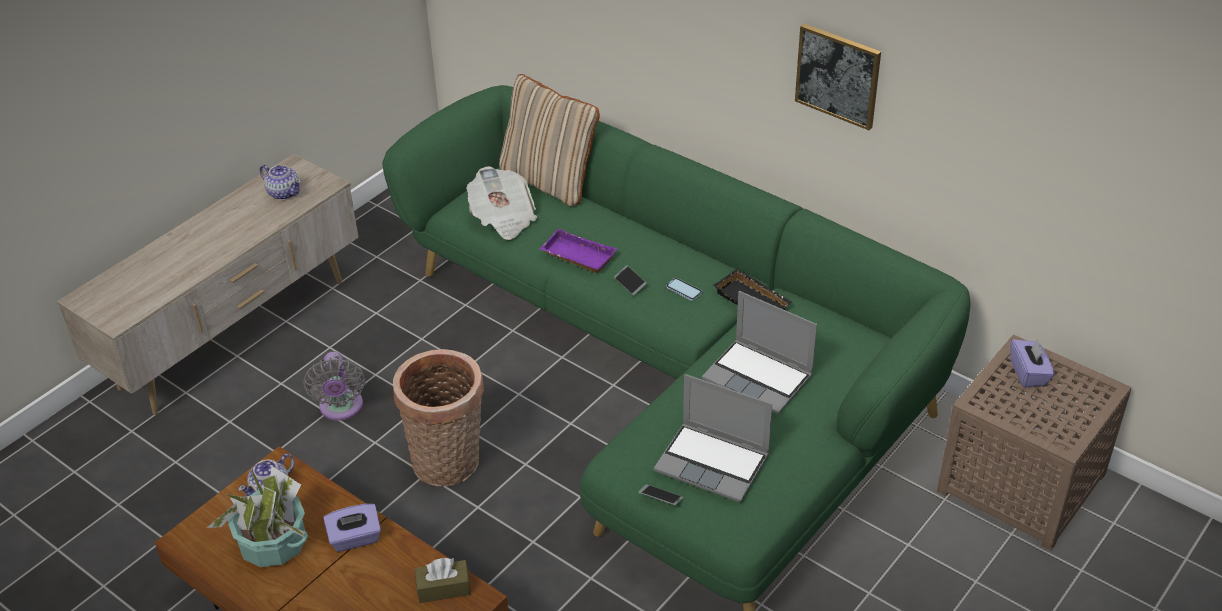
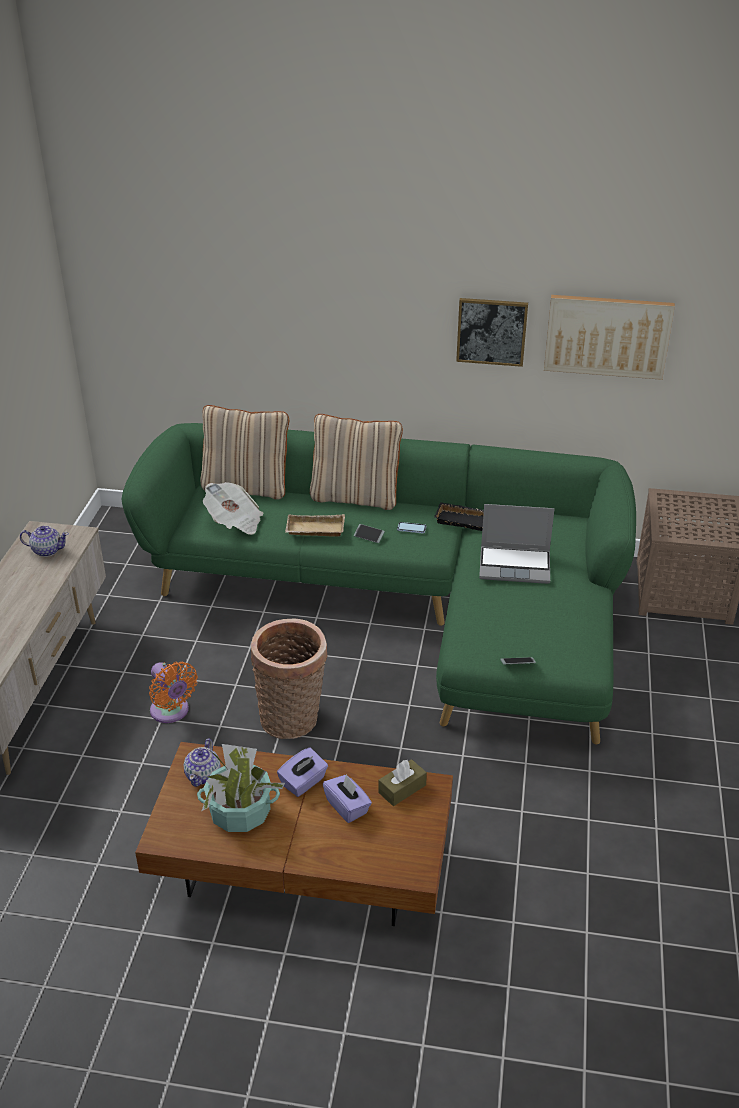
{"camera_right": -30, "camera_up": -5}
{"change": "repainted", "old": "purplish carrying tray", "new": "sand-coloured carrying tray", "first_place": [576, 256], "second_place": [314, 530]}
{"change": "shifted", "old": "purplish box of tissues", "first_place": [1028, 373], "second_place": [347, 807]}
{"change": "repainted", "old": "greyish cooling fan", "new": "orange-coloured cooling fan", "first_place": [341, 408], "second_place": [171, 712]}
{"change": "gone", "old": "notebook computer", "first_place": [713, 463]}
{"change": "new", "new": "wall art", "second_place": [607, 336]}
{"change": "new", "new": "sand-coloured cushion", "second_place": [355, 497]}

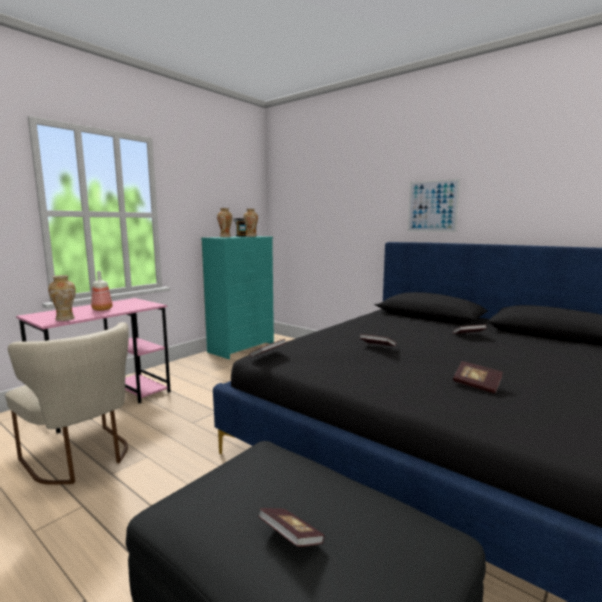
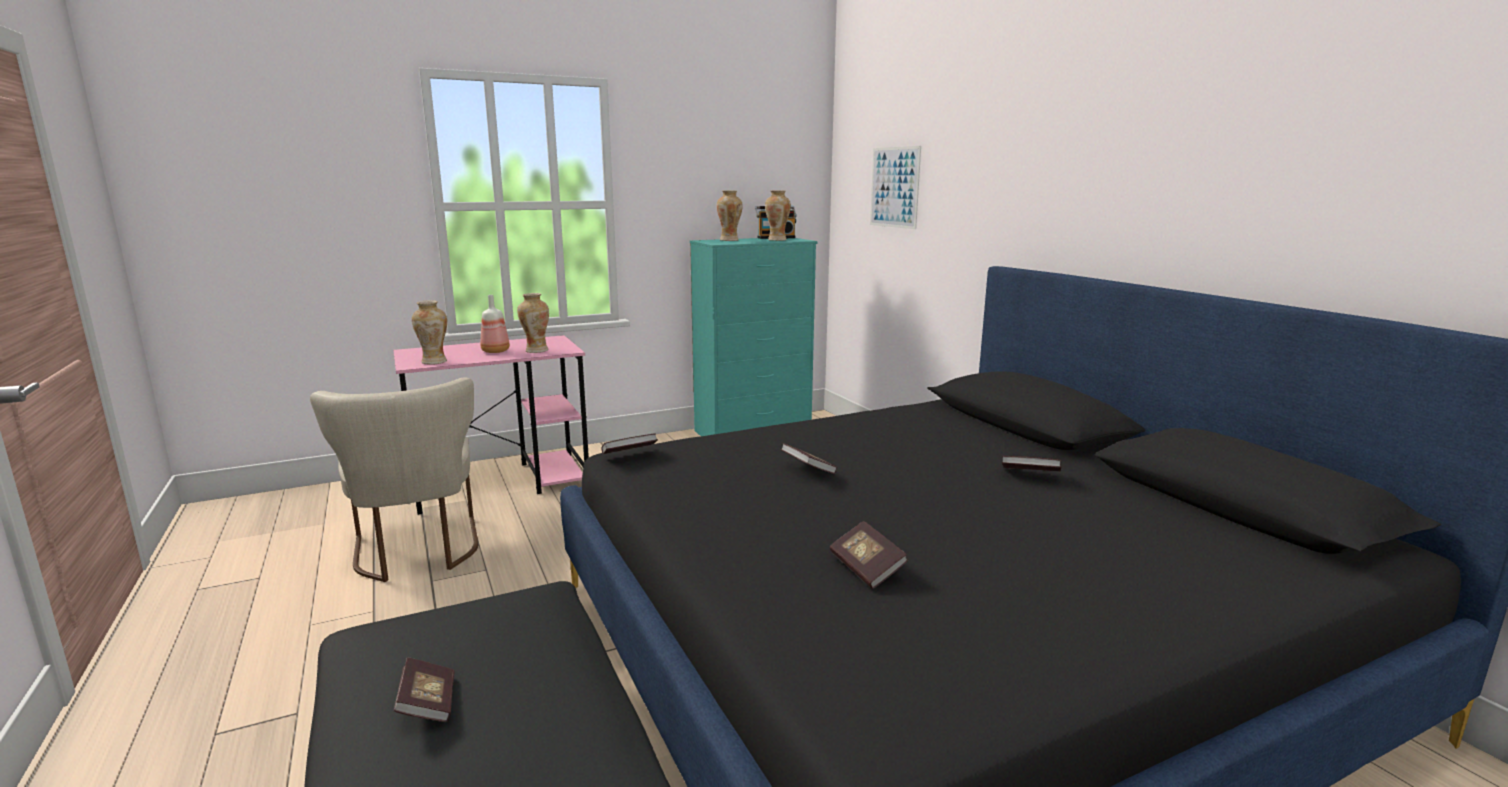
{"camera_right": 25, "camera_up": 5}
{"change": "shifted", "old": "wall art", "first_place": [432, 206], "second_place": [894, 187]}
{"change": "new", "new": "decorative vase", "second_place": [536, 350]}

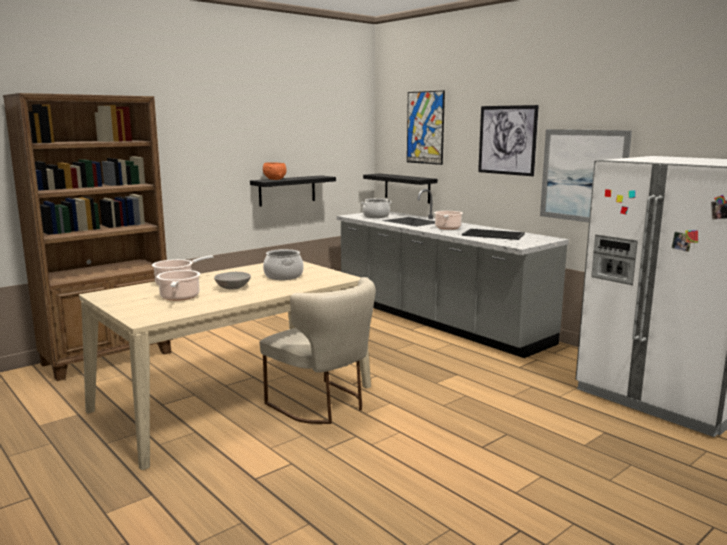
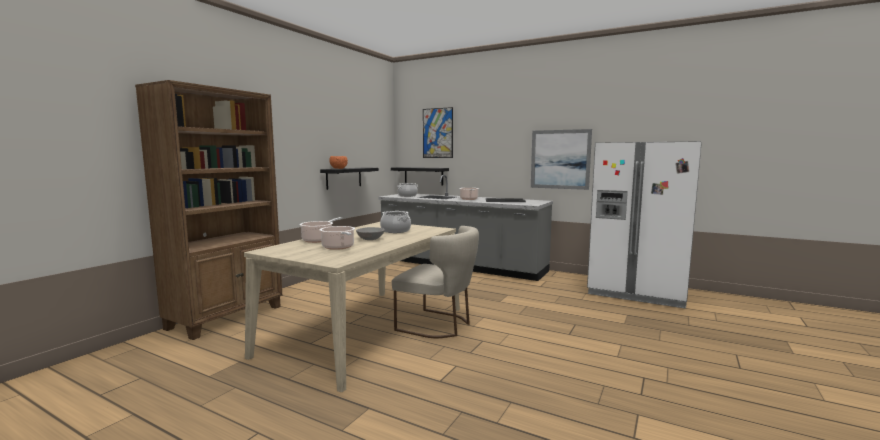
{"camera_right": -20, "camera_up": -5}
{"change": "gone", "old": "wall art", "first_place": [507, 140]}

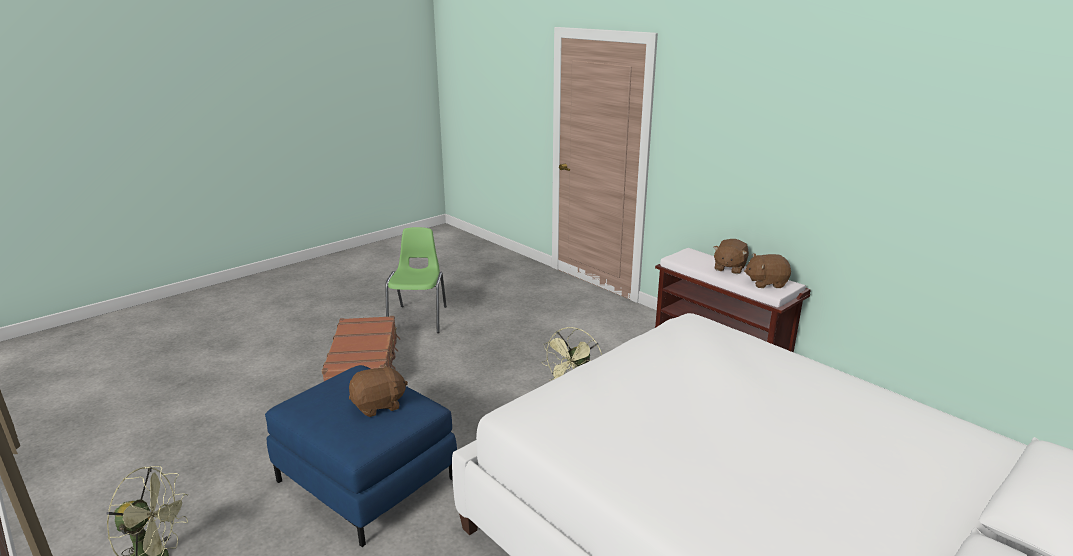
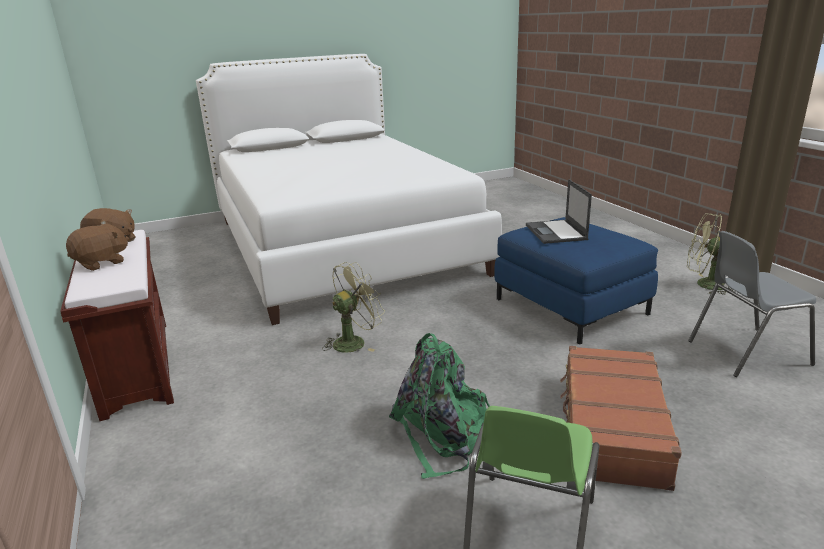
{"camera_right": -160, "camera_up": 0}
{"change": "swapped", "old": "brownish cuddly toy", "new": "notebook computer", "first_place": [379, 405], "second_place": [556, 232]}
{"change": "new", "new": "greyish plain chair", "second_place": [745, 352]}
{"change": "new", "new": "green-coloured knapsack", "second_place": [441, 434]}

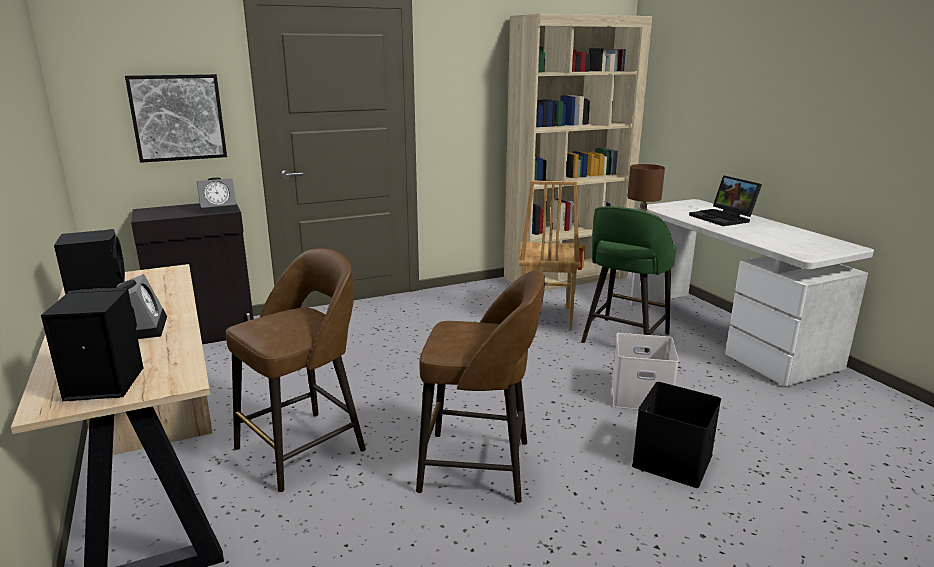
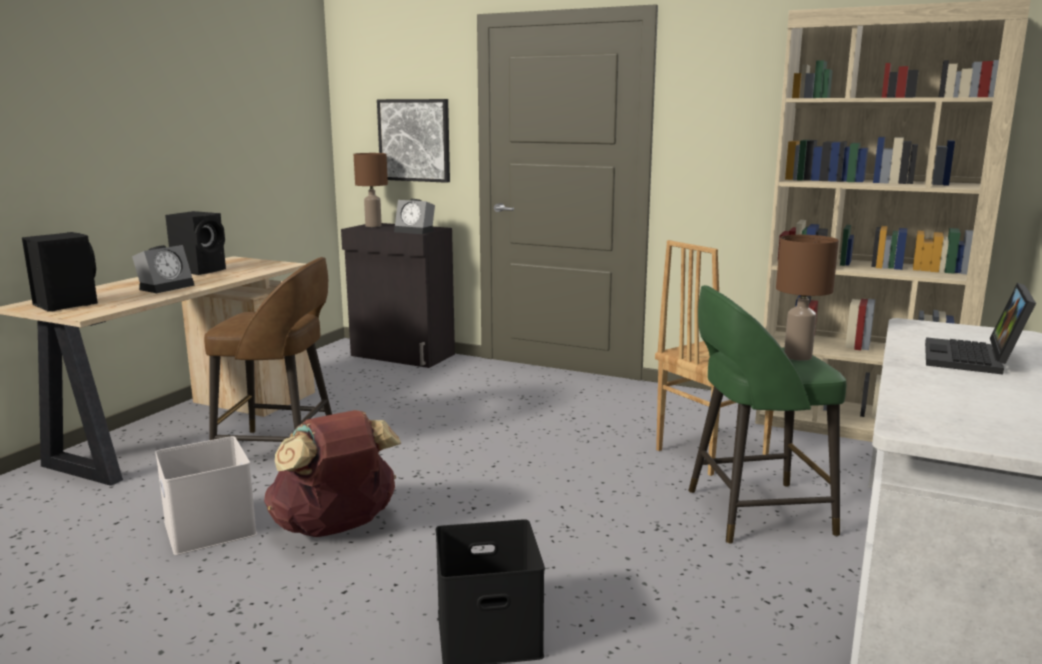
{"camera_right": 50, "camera_up": -5}
{"change": "swapped", "old": "brownish stool seat", "new": "brownish knapsack", "first_place": [479, 467], "second_place": [336, 528]}
{"change": "shifted", "old": "white-coloured storage container", "first_place": [639, 396], "second_place": [207, 527]}
{"change": "new", "new": "brownish tabletop lamp", "second_place": [373, 226]}

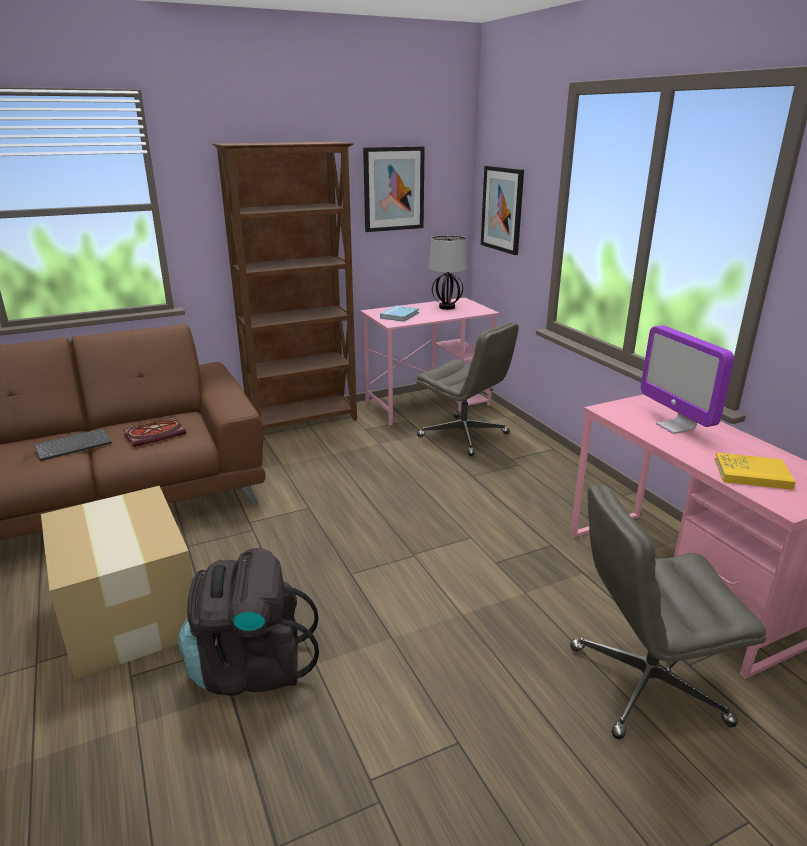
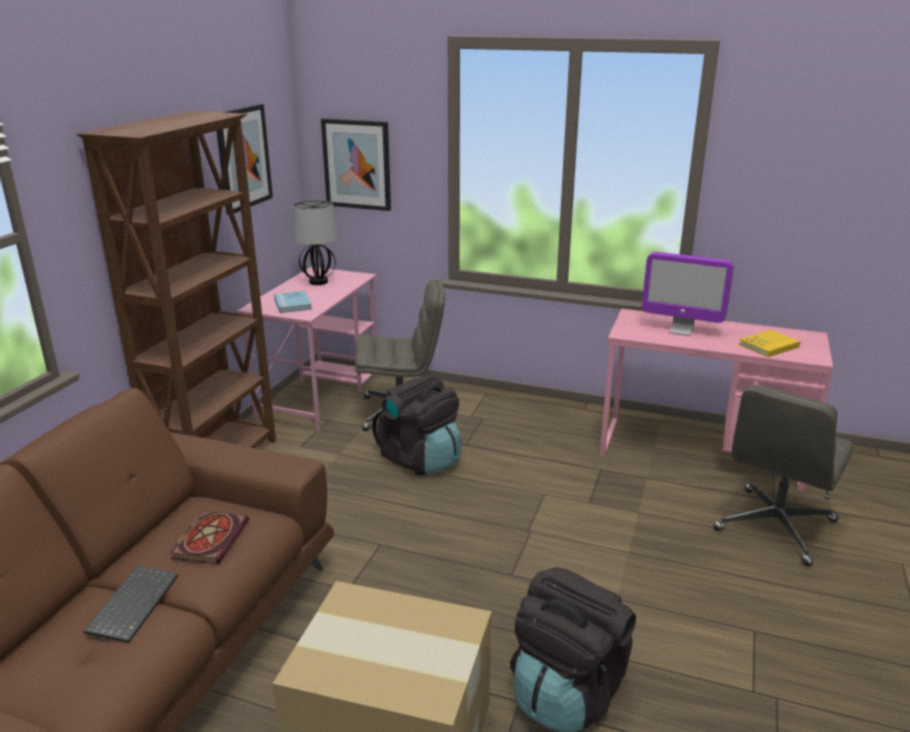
{"camera_right": -45, "camera_up": 0}
{"change": "new", "new": "black knapsack", "second_place": [420, 459]}

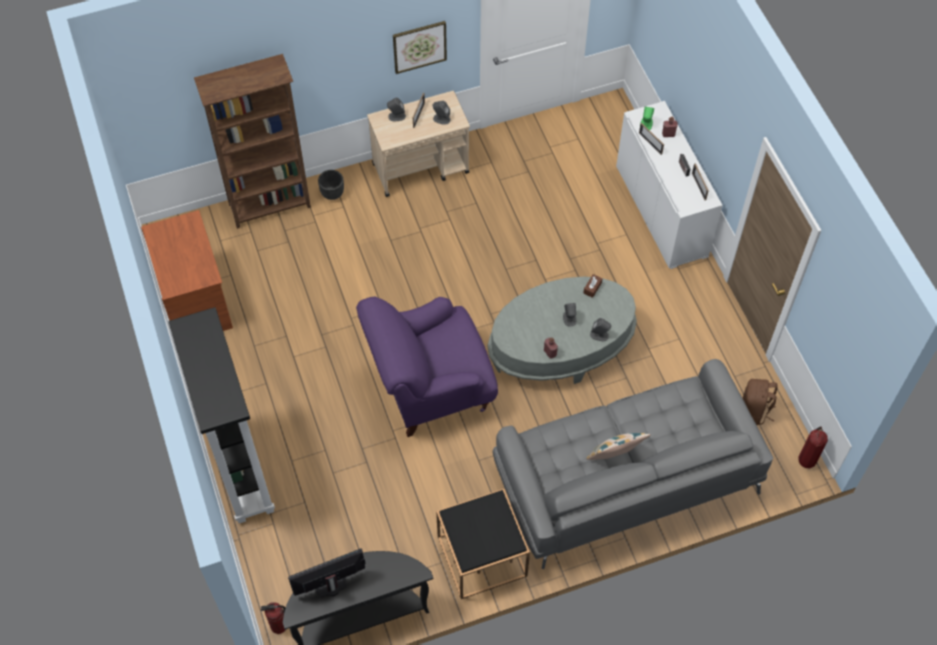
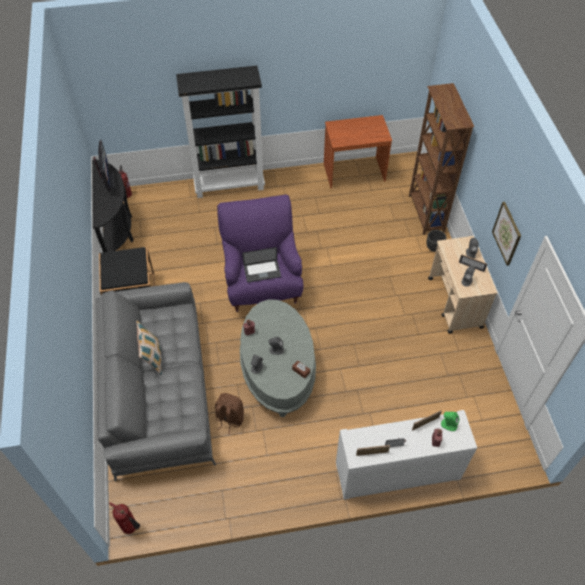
{"camera_right": 100, "camera_up": -5}
{"change": "shifted", "old": "brownish knapsack", "first_place": [754, 411], "second_place": [229, 419]}
{"change": "new", "new": "notebook computer", "second_place": [262, 271]}

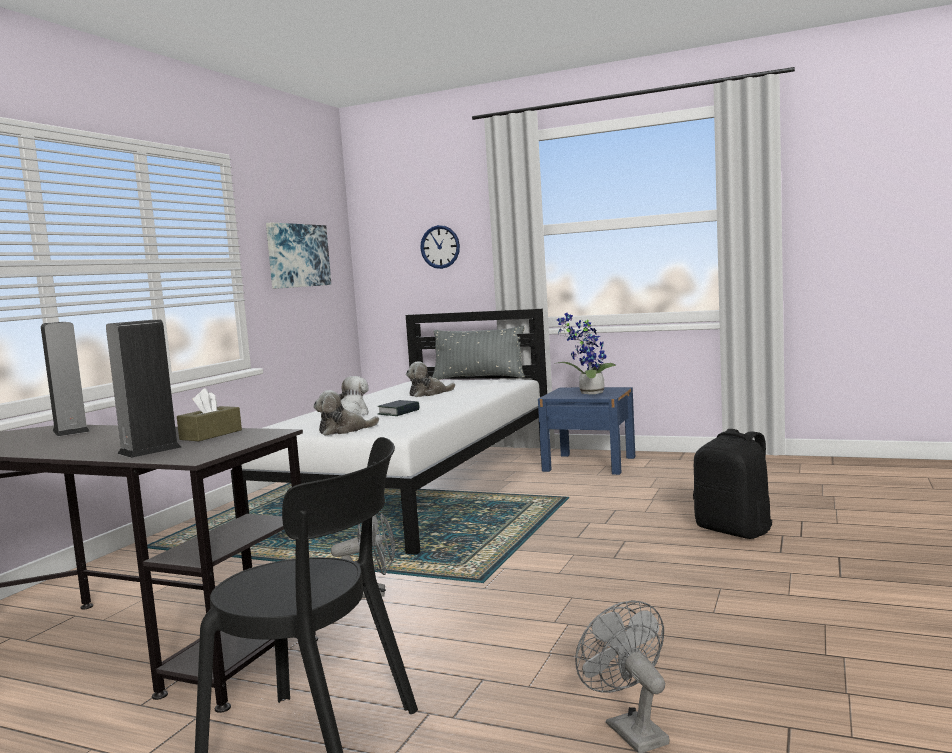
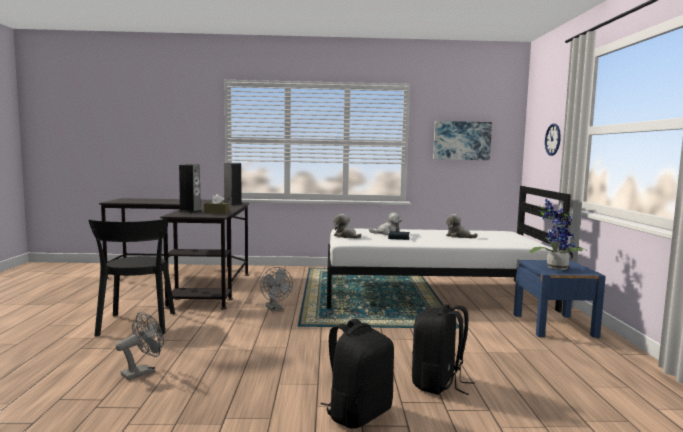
{"camera_right": 65, "camera_up": 0}
{"change": "gone", "old": "greyish cushion", "first_place": [479, 378]}
{"change": "new", "new": "black knapsack", "second_place": [358, 413]}

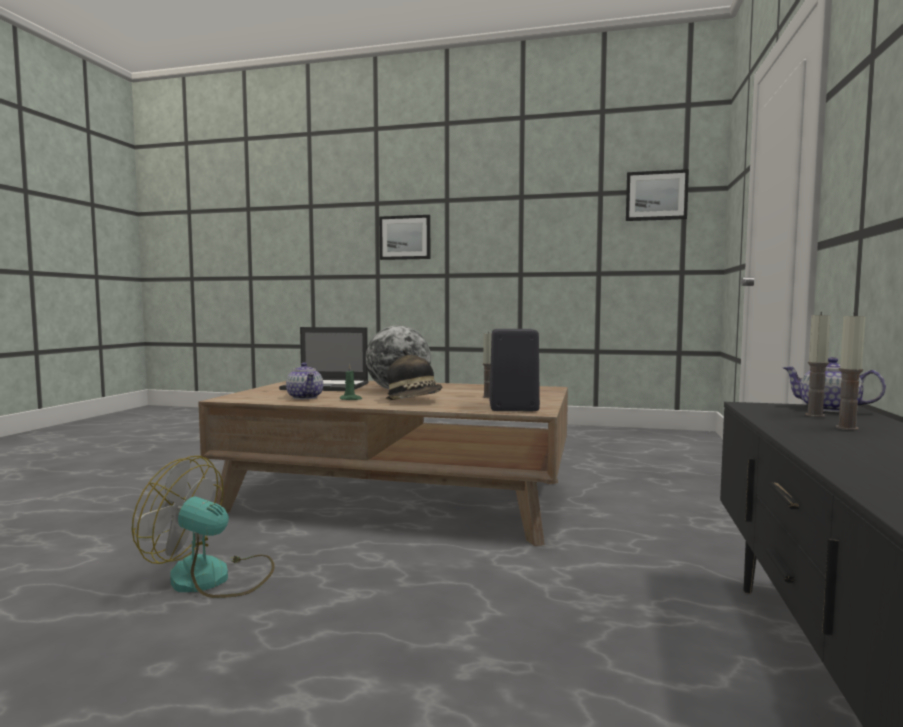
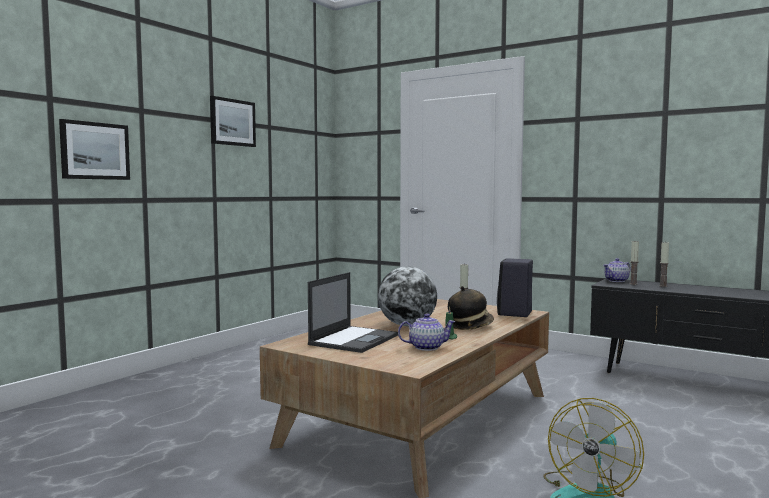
{"camera_right": -70, "camera_up": 0}
{"change": "shifted", "old": "wall art", "first_place": [656, 196], "second_place": [232, 122]}

